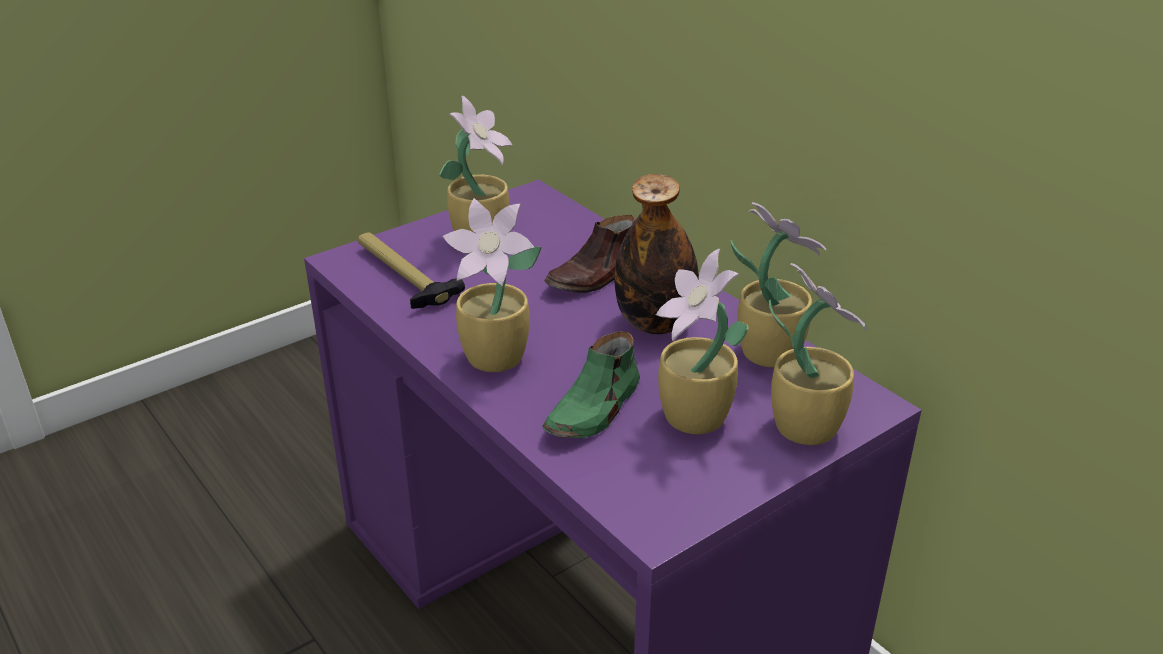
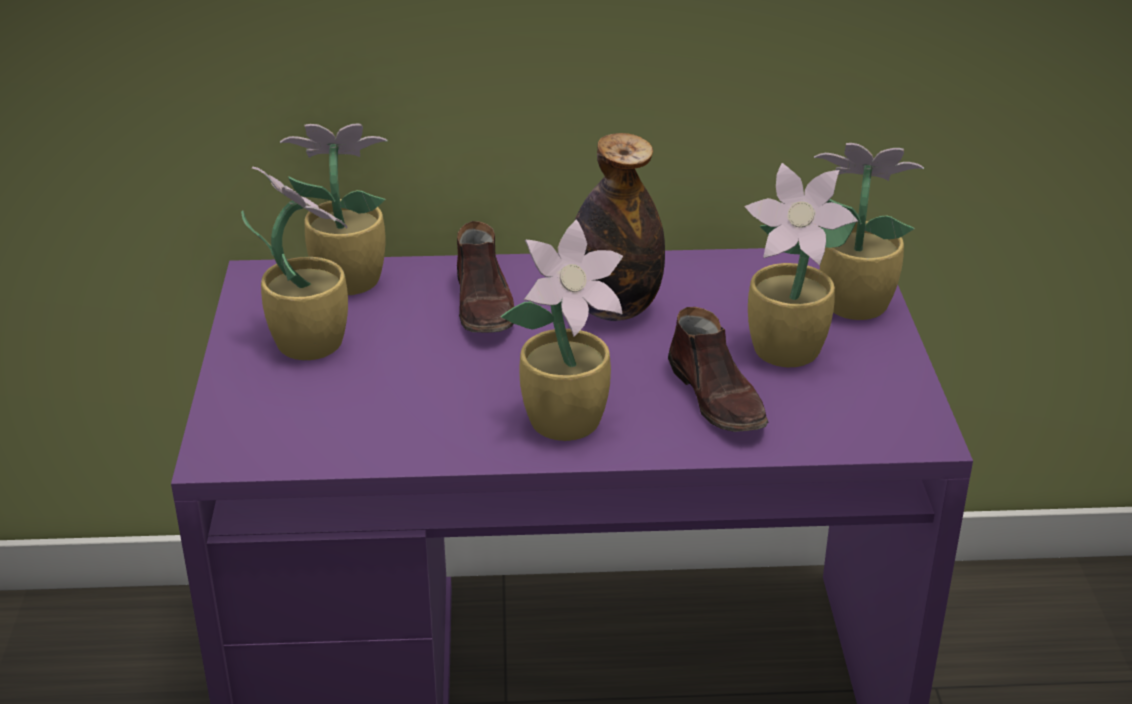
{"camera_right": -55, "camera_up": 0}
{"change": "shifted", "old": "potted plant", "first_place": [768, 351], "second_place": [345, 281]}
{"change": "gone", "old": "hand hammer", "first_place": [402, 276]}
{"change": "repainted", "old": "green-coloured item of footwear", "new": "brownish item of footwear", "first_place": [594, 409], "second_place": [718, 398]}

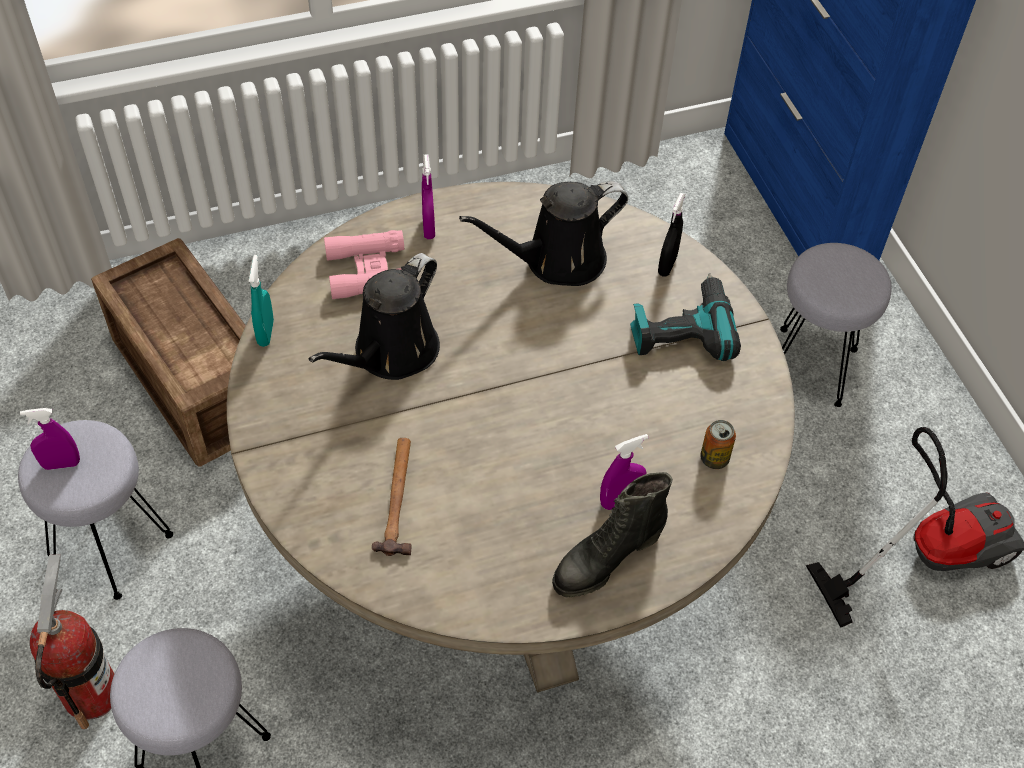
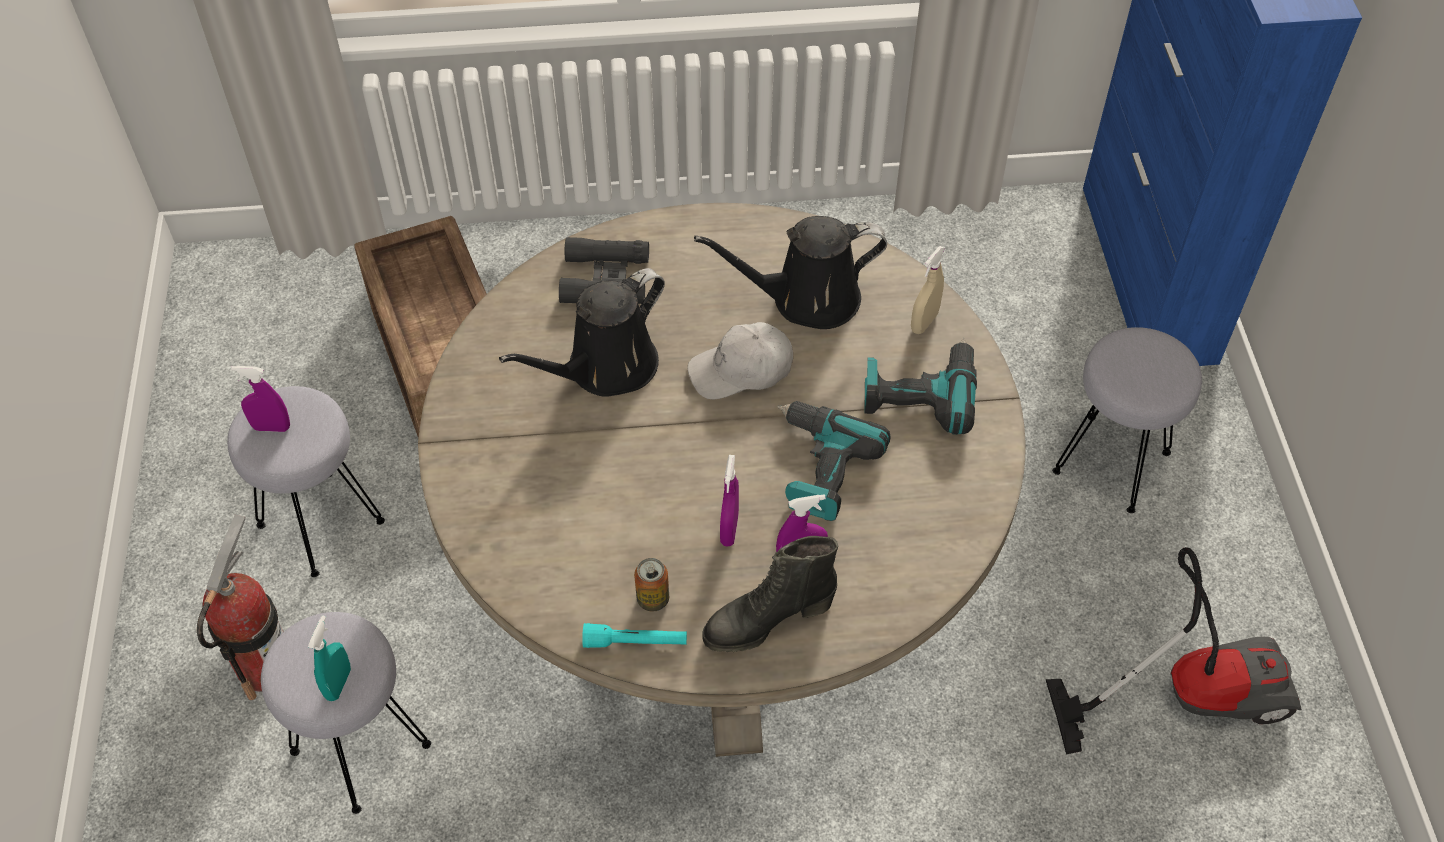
{"camera_right": 15, "camera_up": 0}
{"change": "shifted", "old": "purplish spray bottle", "first_place": [428, 228], "second_place": [729, 529]}
{"change": "repainted", "old": "black spray bottle", "new": "sand-coloured spray bottle", "first_place": [667, 265], "second_place": [924, 322]}
{"change": "repainted", "old": "pinkish binoculars", "new": "black binoculars", "first_place": [368, 271], "second_place": [605, 279]}
{"change": "shifted", "old": "blue-green spray bottle", "first_place": [265, 333], "second_place": [338, 684]}
{"change": "shifted", "old": "can", "first_place": [714, 458], "second_place": [653, 599]}
{"change": "gone", "old": "hand hammer", "first_place": [398, 498]}
{"change": "new", "new": "white-coloured cap", "second_place": [741, 370]}
{"change": "new", "new": "drill", "second_place": [819, 468]}
{"change": "new", "new": "blue-green flashlight", "second_place": [635, 642]}

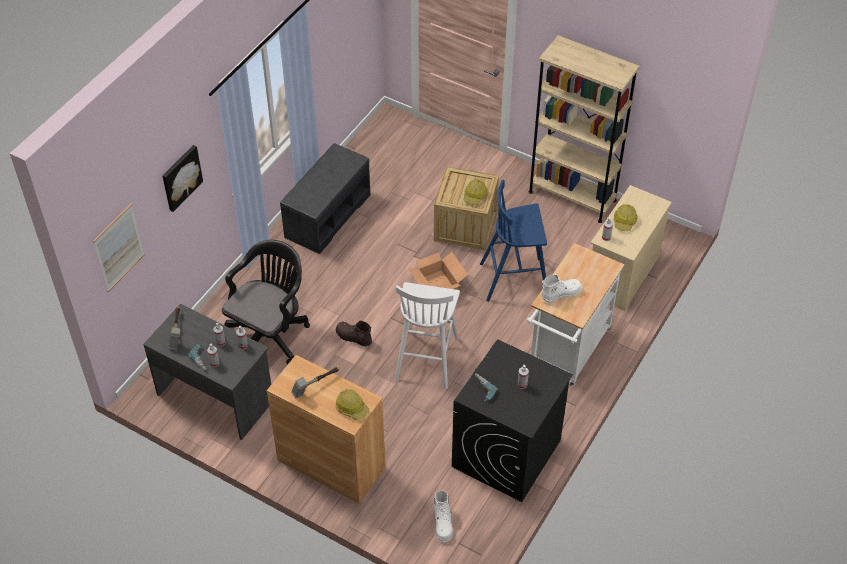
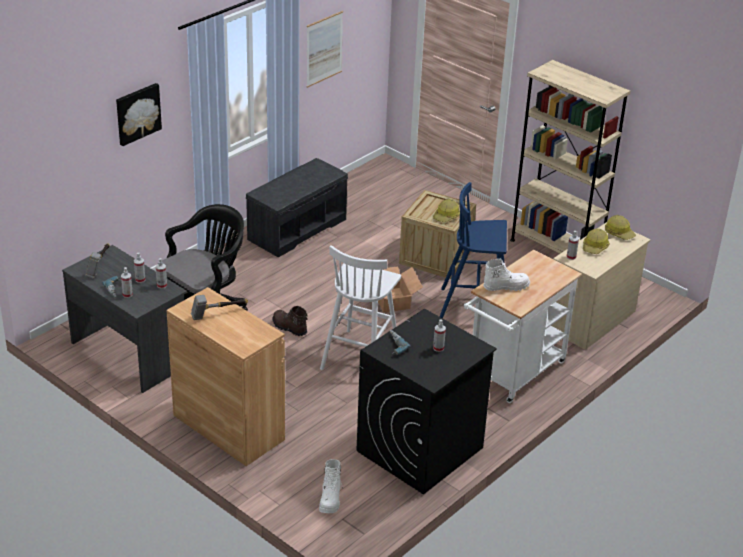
{"camera_right": 10, "camera_up": -15}
{"change": "shifted", "old": "wall art", "first_place": [119, 247], "second_place": [324, 49]}
{"change": "shifted", "old": "work helmet", "first_place": [352, 407], "second_place": [619, 233]}

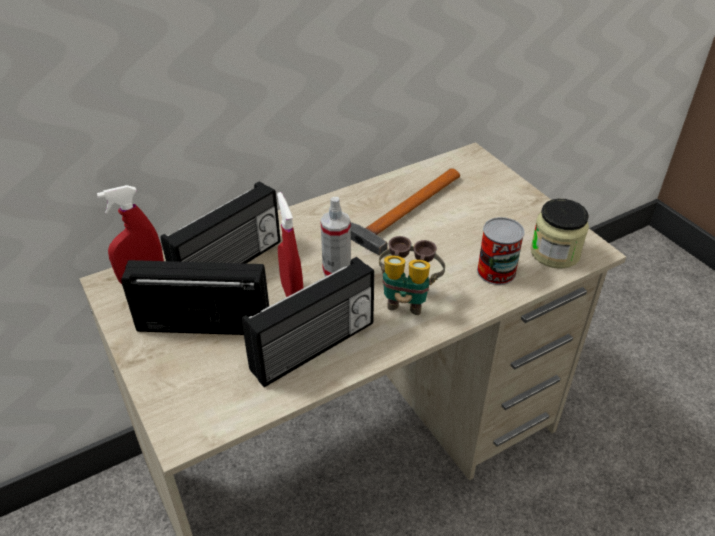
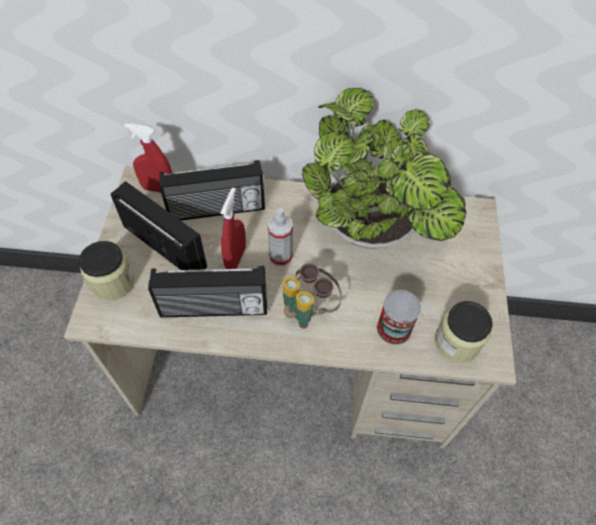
{"camera_right": 35, "camera_up": 15}
{"change": "swapped", "old": "hand hammer", "new": "potted plant", "first_place": [402, 212], "second_place": [372, 233]}
{"change": "new", "new": "jar", "second_place": [113, 282]}

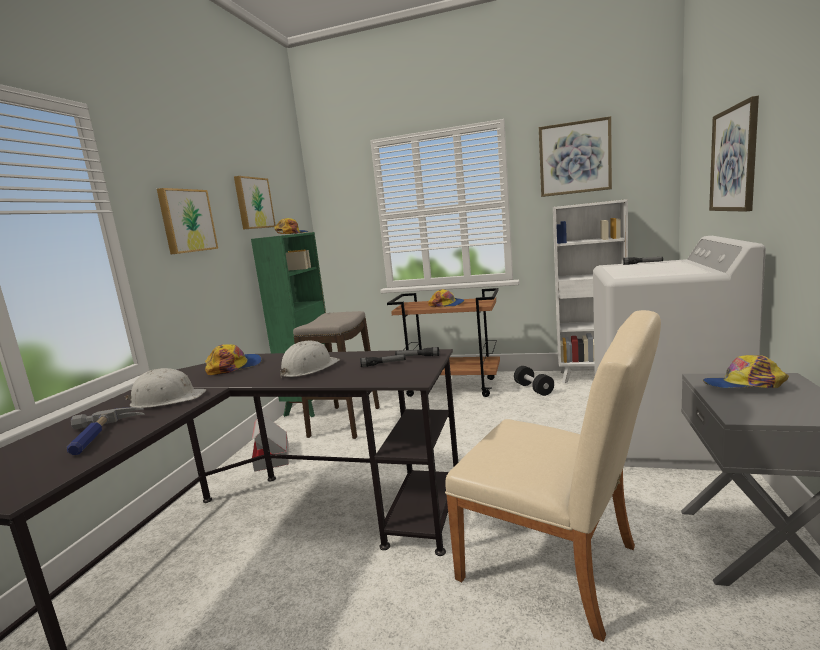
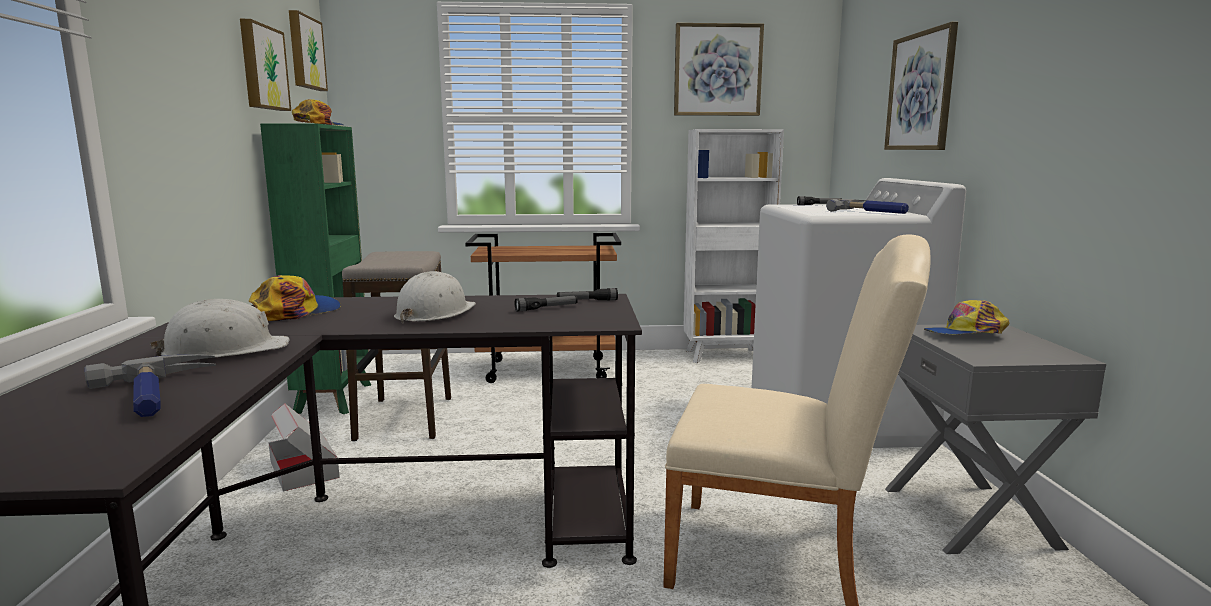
{"camera_right": -20, "camera_up": 0}
{"change": "shifted", "old": "wall art", "first_place": [186, 221], "second_place": [305, 53]}
{"change": "gone", "old": "cap", "first_place": [447, 304]}
{"change": "gone", "old": "black free weight", "first_place": [533, 389]}
{"change": "new", "new": "hand hammer", "second_place": [873, 212]}

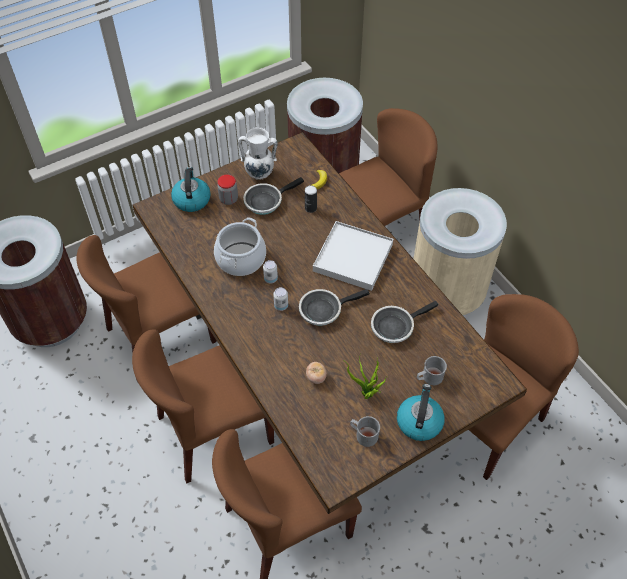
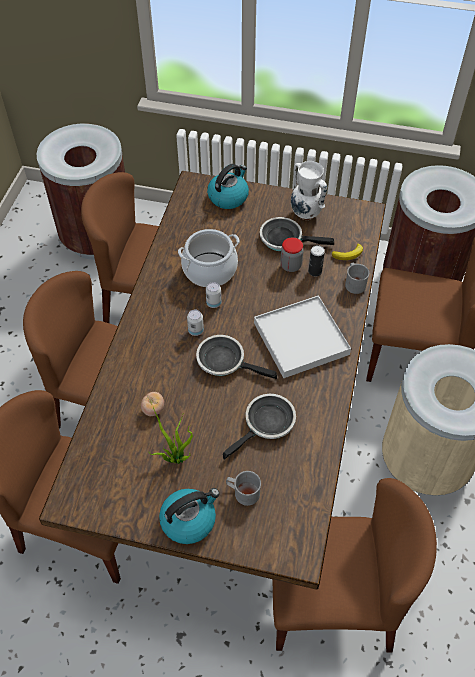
{"camera_right": 45, "camera_up": 0}
{"change": "shifted", "old": "jar", "first_place": [228, 199], "second_place": [290, 266]}
{"change": "rotated", "old": "frying pan", "first_place": [395, 326], "second_place": [267, 424], "degrees": 120}
{"change": "shifted", "old": "greyish tea mug", "first_place": [363, 434], "second_place": [354, 283]}

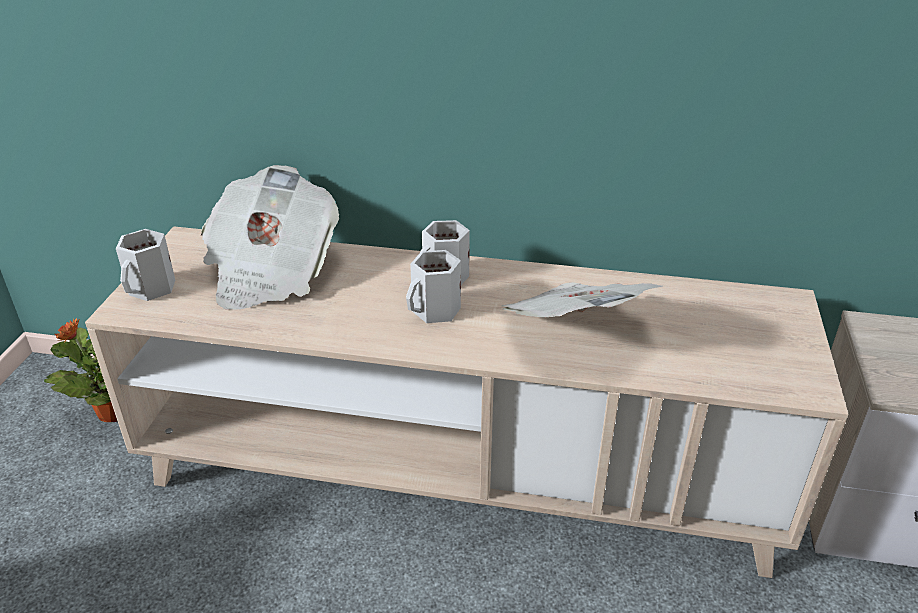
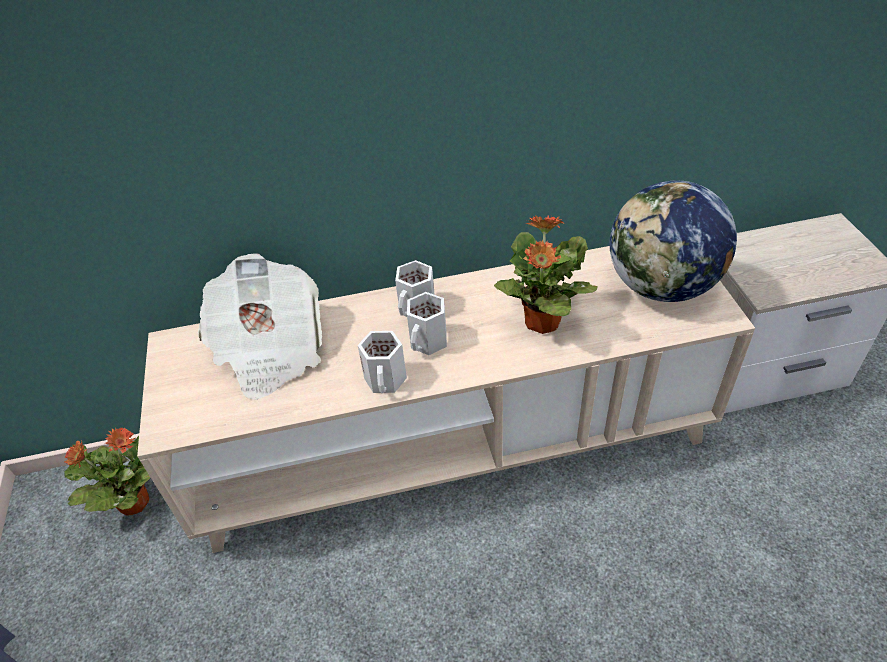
{"camera_right": -20, "camera_up": 10}
{"change": "shifted", "old": "white-coloured tea mug", "first_place": [152, 289], "second_place": [386, 379]}
{"change": "swapped", "old": "newspaper", "new": "potted plant", "first_place": [574, 330], "second_place": [541, 323]}
{"change": "new", "new": "globe", "second_place": [662, 287]}

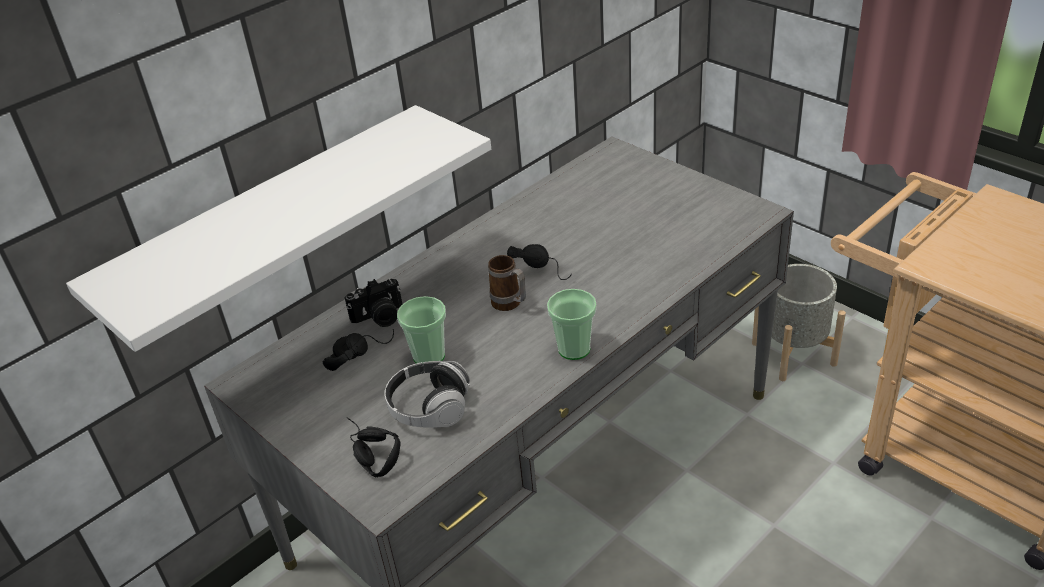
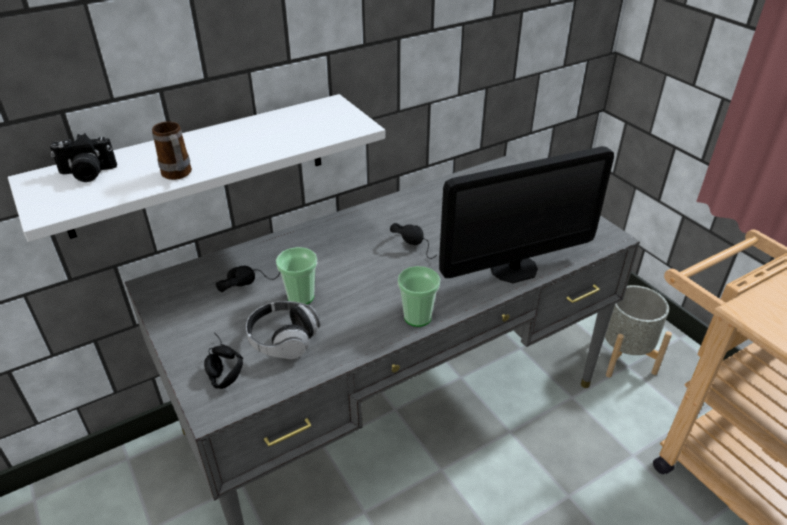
{"camera_right": 10, "camera_up": 0}
{"change": "shifted", "old": "tea mug", "first_place": [510, 305], "second_place": [178, 175]}
{"change": "shifted", "old": "photo camera", "first_place": [379, 317], "second_place": [87, 174]}
{"change": "new", "new": "computer screen", "second_place": [513, 268]}

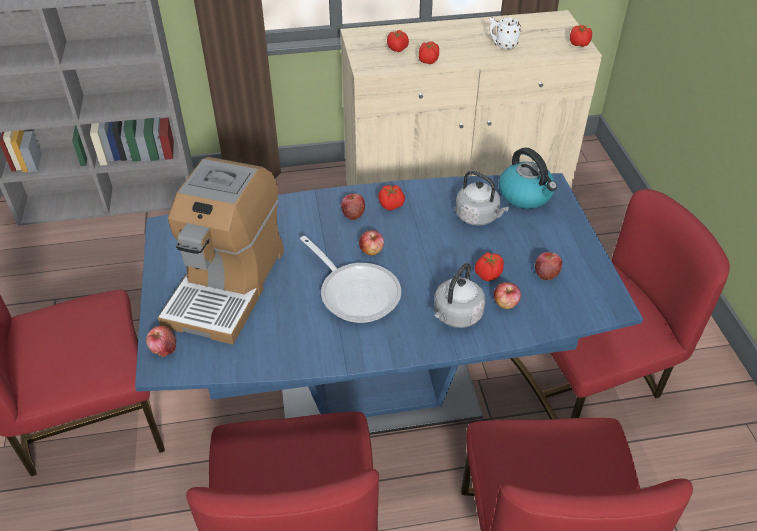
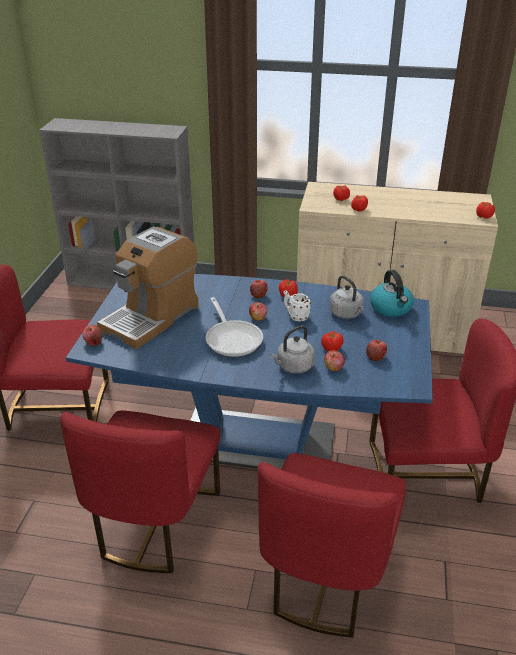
{"camera_right": 20, "camera_up": -10}
{"change": "shifted", "old": "white-coloured tea mug", "first_place": [502, 45], "second_place": [295, 316]}

